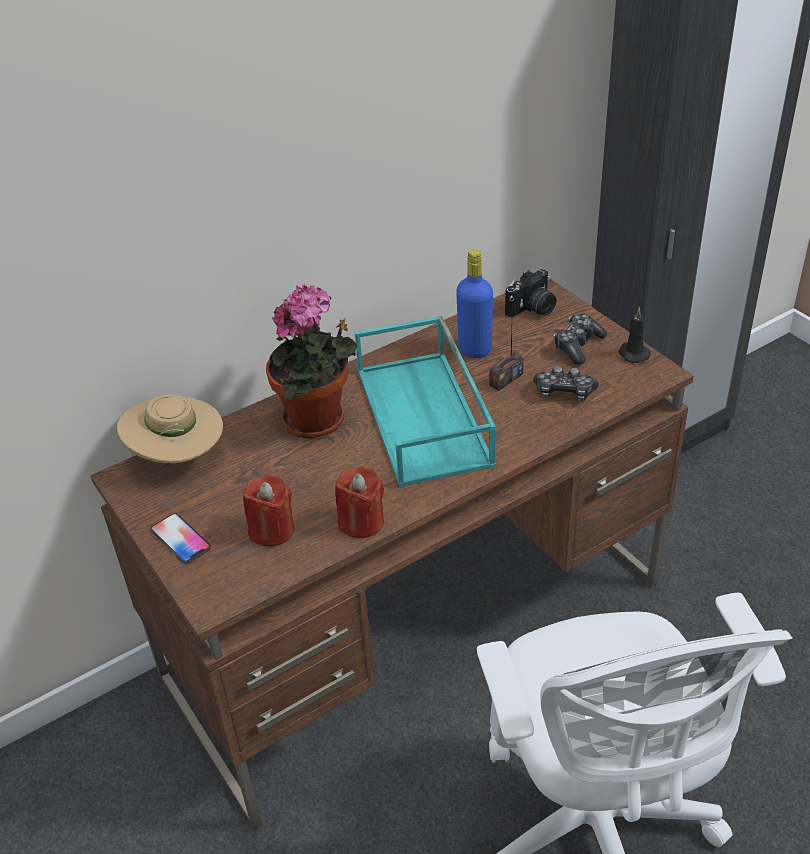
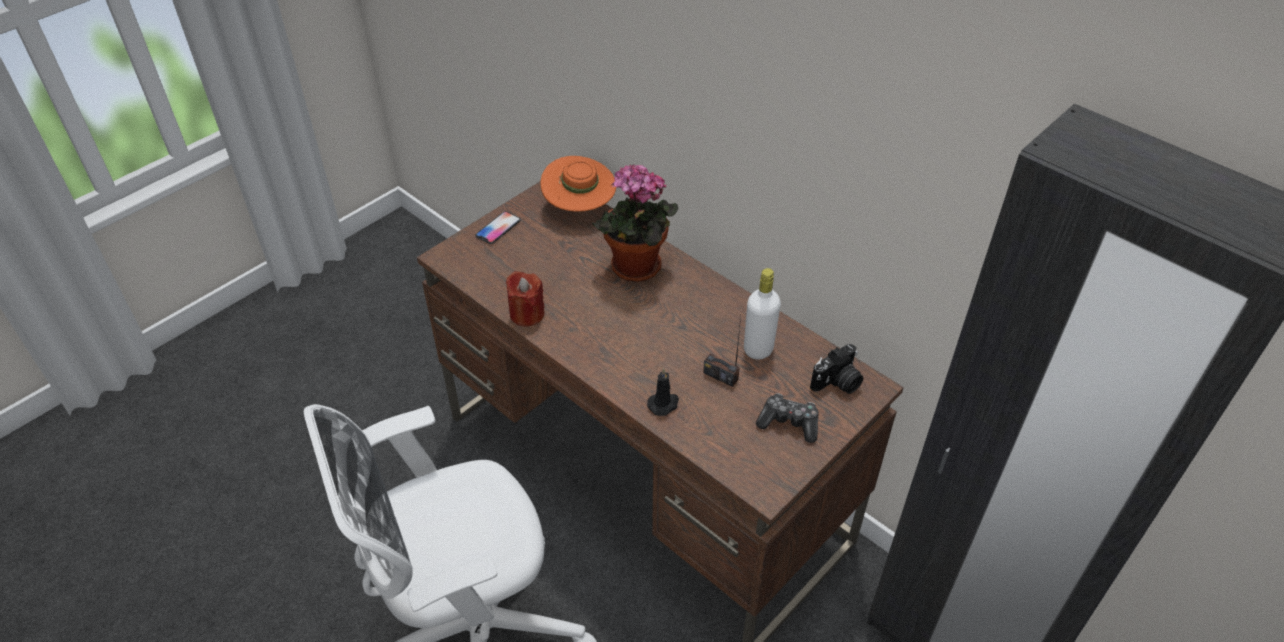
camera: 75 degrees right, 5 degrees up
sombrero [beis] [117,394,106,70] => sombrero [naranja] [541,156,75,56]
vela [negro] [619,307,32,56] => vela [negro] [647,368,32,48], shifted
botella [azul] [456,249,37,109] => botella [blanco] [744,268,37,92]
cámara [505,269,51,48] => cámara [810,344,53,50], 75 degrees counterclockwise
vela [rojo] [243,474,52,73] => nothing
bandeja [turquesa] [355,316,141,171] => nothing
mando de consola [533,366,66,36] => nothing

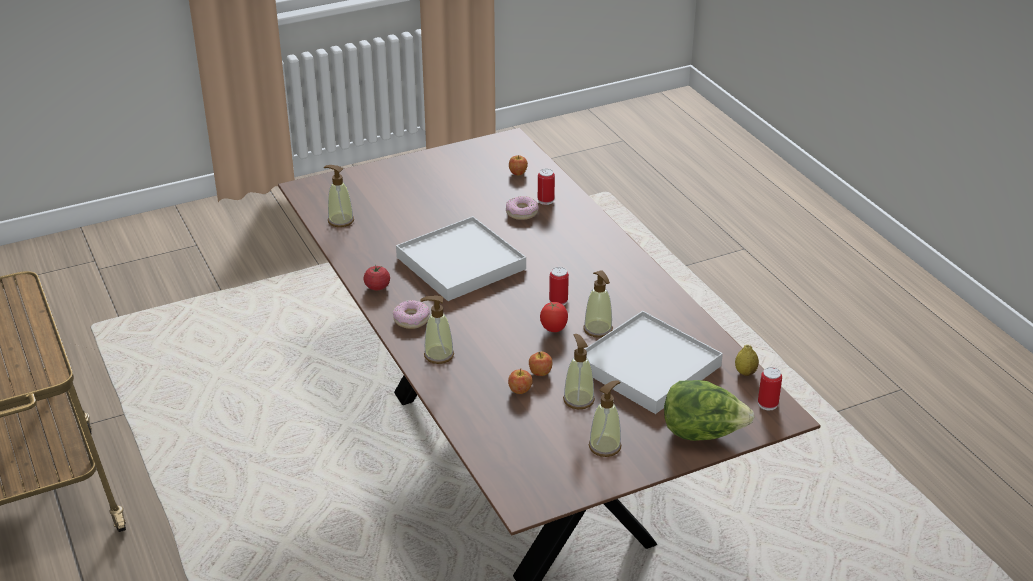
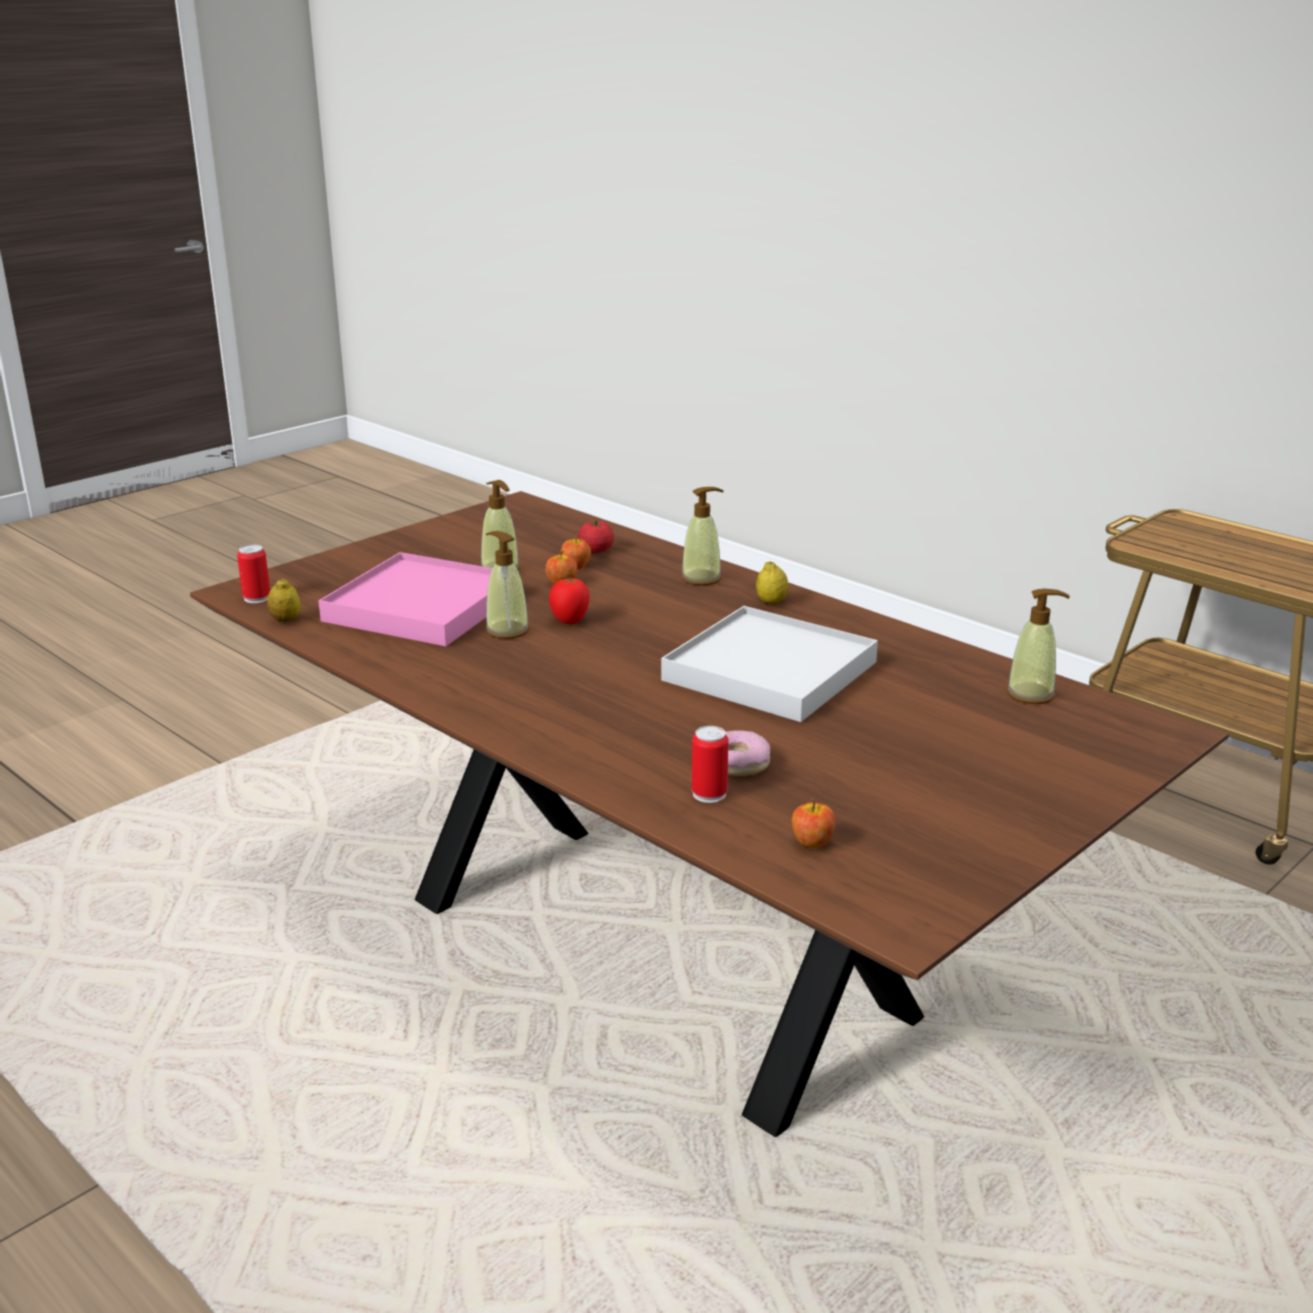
camera: 160 degrees right, 10 degrees down
bandeja [blanco] [585,311,138,103] => bandeja [rosa] [319,552,173,94]
tomate [364,265,26,26] => tomate [578,520,36,33], shifted
rosquilla [393,300,37,29] => limón [756,562,33,42]
lata [549,267,20,38] => nothing
dispensador de jabón [589,380,32,77] => nothing
lechuga [664,380,90,61] => nothing

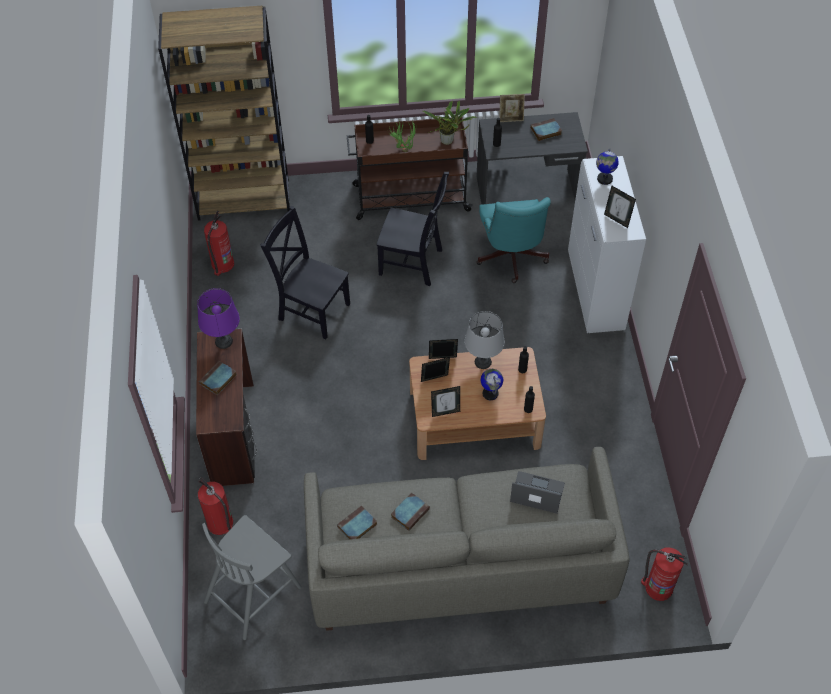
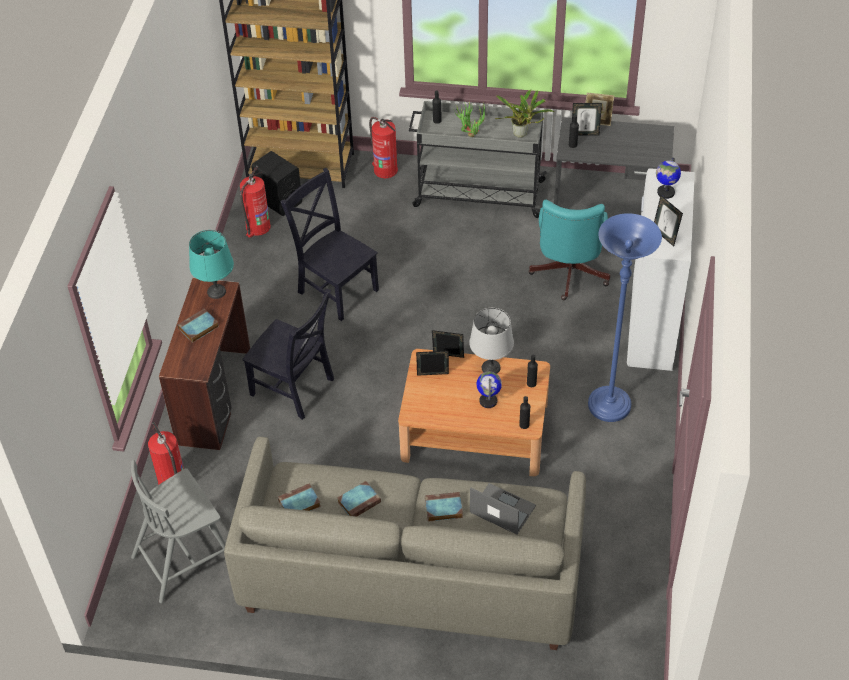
camera: 15 degrees right, 5 degrees down
lámpara de mesa [morado] [197,288,43,61] => lámpara de mesa [turquesa] [189,230,45,69]
silla [negro] [376,172,73,114] => silla [negro] [242,289,92,131], shifted
nothing => altavoz [negro] [251,151,51,65]
extintor [641,547,47,54] => extintor [369,117,29,61], shifted
carrito [marrón] [347,117,126,103] => carrito [gris] [409,101,138,117]
libro [530,118,32,23] => libro [425,492,38,30], shifted
portarretratos [431,386,29,31] => portarretratos [572,103,30,33], shifted
nothing => lámpara de pie [azul] [588,213,74,209]

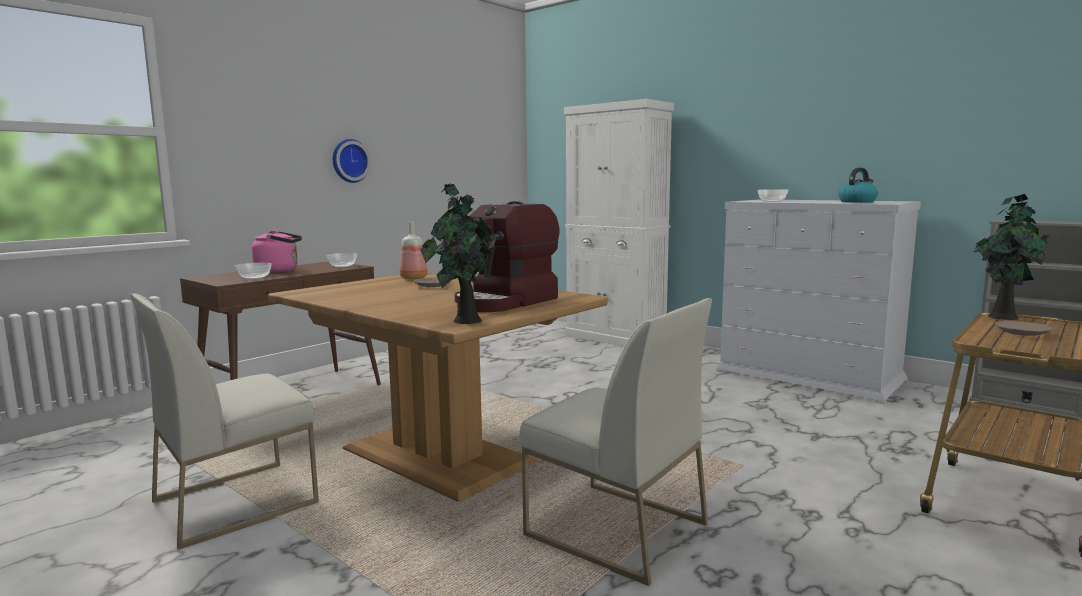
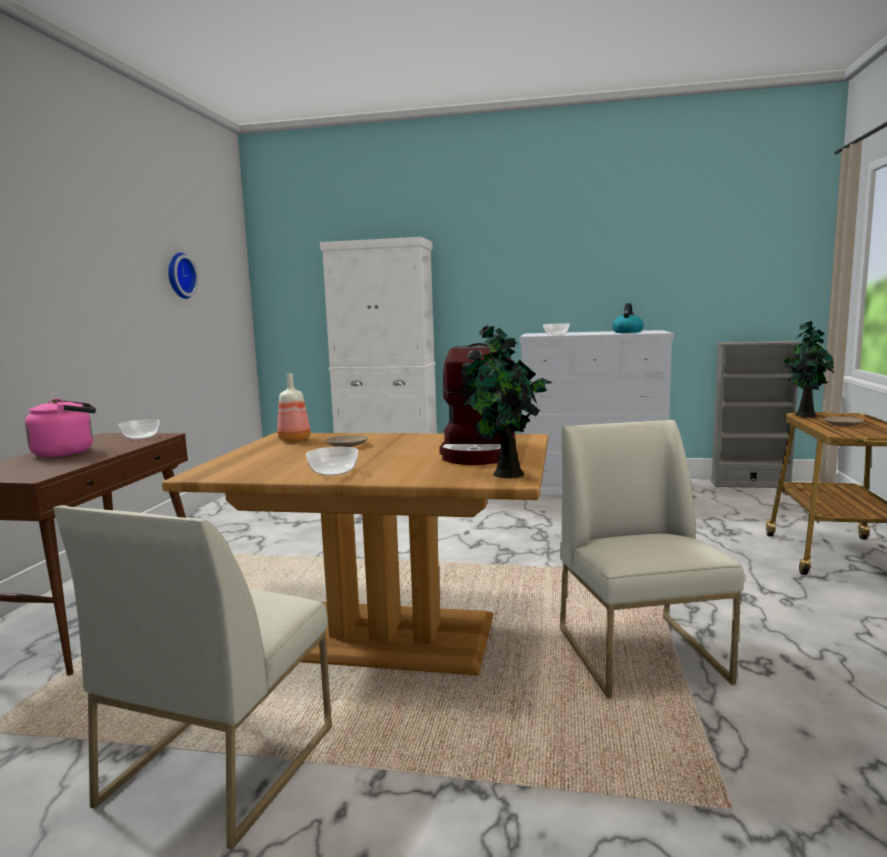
camera: 30 degrees left, 0 degrees up
reloj de pared [332,139,39,44] => reloj de pared [168,252,31,47], shifted
cuenco [236,263,35,16] => cuenco [306,447,52,29], shifted
silla [blanco] [520,298,192,288] => silla [blanco] [560,420,184,278], 105 degrees counterclockwise

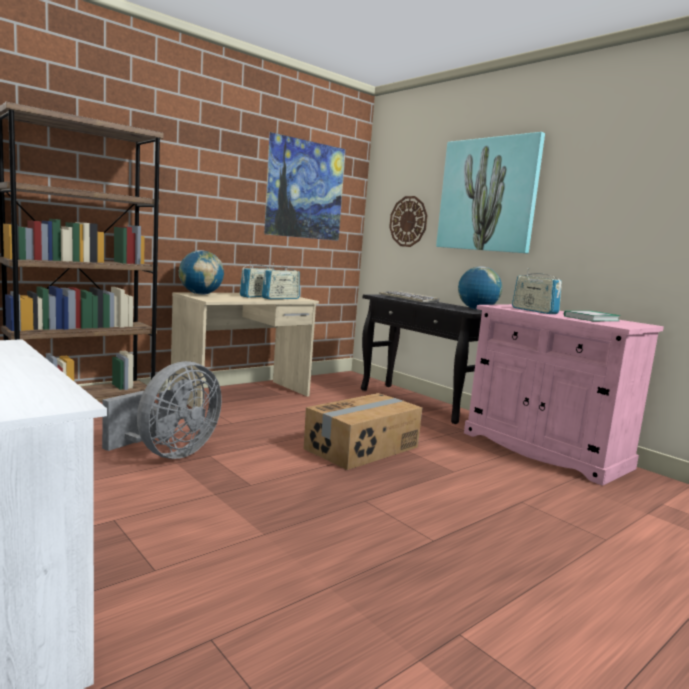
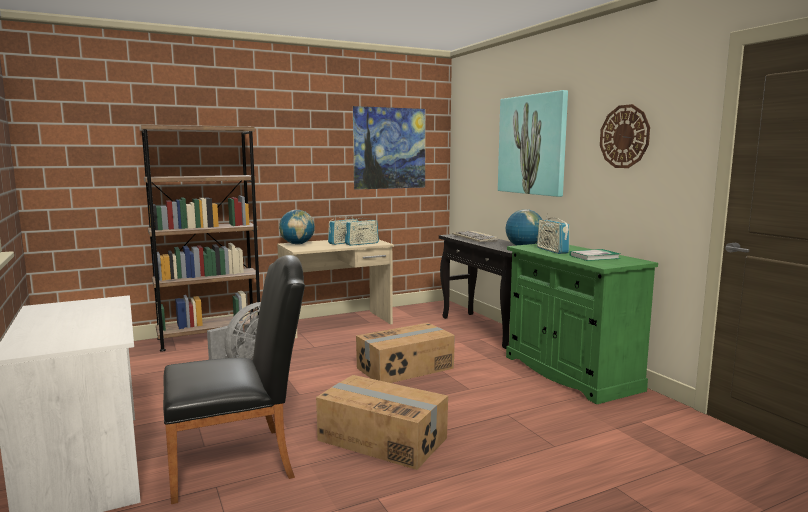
camera: 15 degrees right, 0 degrees up
nothing => silla [negro] [163,255,142,249]
nothing => caja de cartón [316,375,132,95]
armario [rosa] [464,304,200,182] => armario [verde] [506,244,152,160]
reloj de pared [389,196,39,51] => reloj de pared [600,104,50,64], shifted

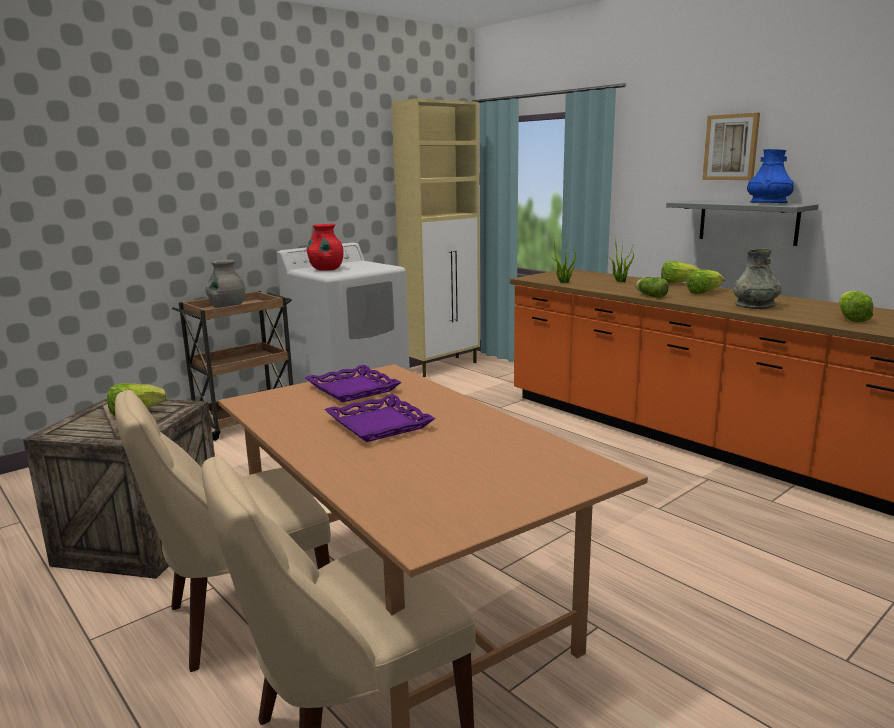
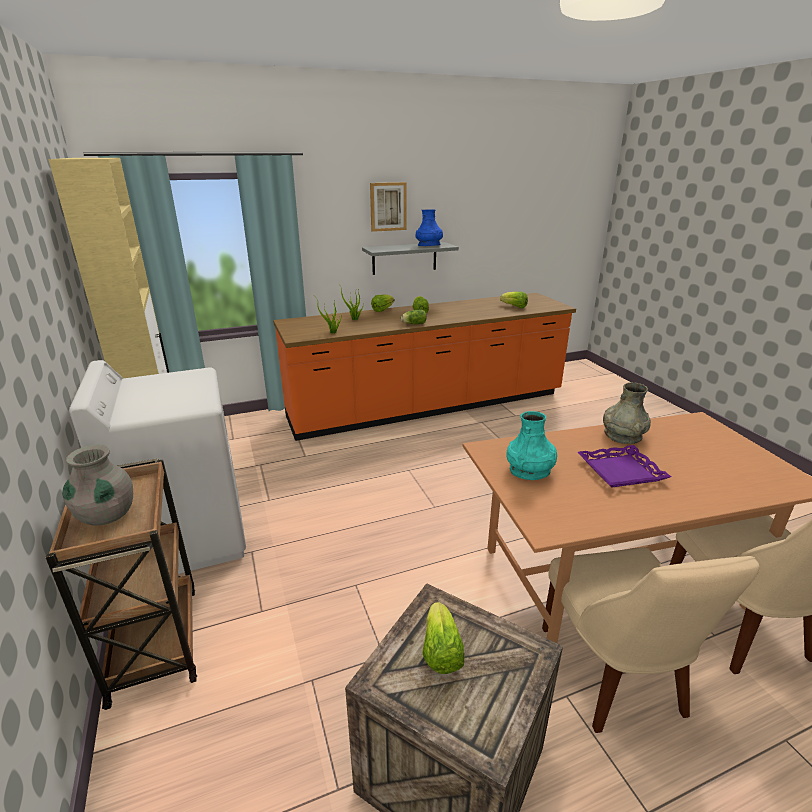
camera: 70 degrees left, 10 degrees up
bandeja [morado] [305,365,97,37] => florero [turquesa] [506,411,51,69]
florero [gris] [733,249,49,60] => florero [gris] [603,382,48,62], shifted
florero [rojo] [307,224,37,47] => nothing

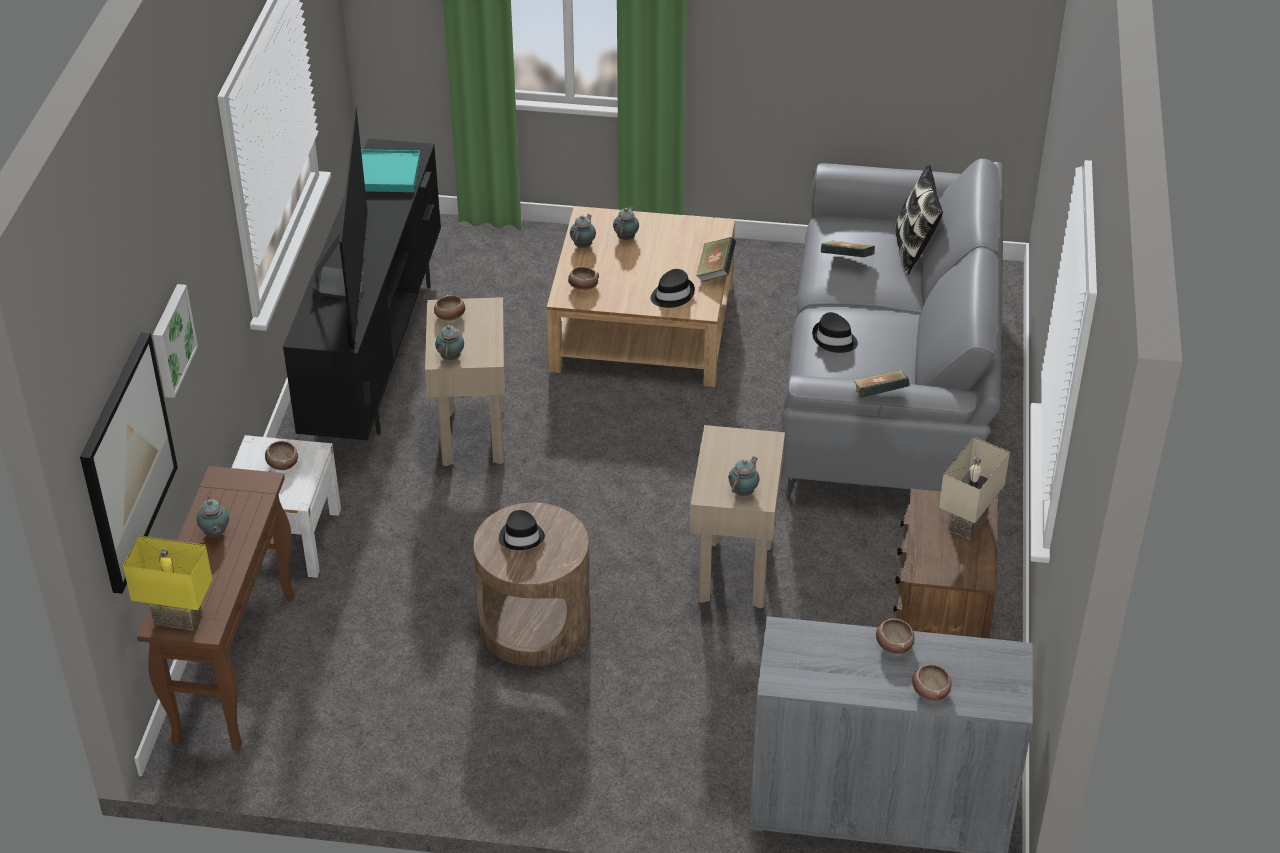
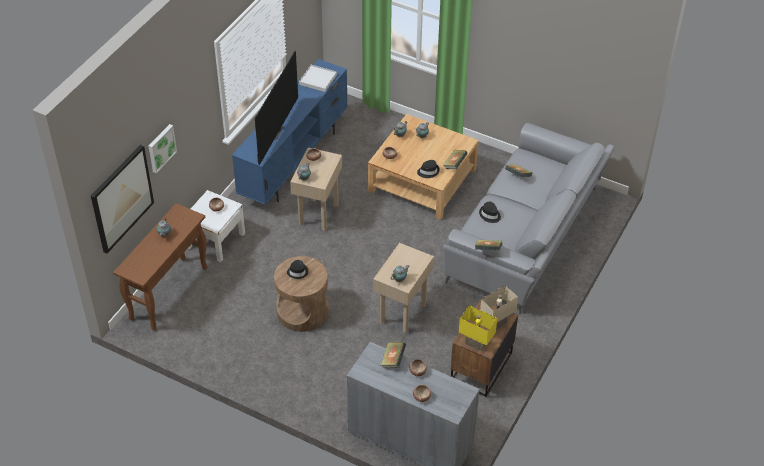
camera: 20 degrees right, 5 degrees up
mueble de televisión [negro] [283,139,158,301] => mueble de televisión [azul] [232,59,116,146]
bandeja [turquesa] [361,150,59,42] => bandeja [blanco] [299,65,38,27]
nothing => libro [381,342,25,26]
lámpara de mesa [amarillo] [123,536,89,94] => lámpara de mesa [amarillo] [459,305,38,47], shifted
cojín [894,165,49,110] => nothing

